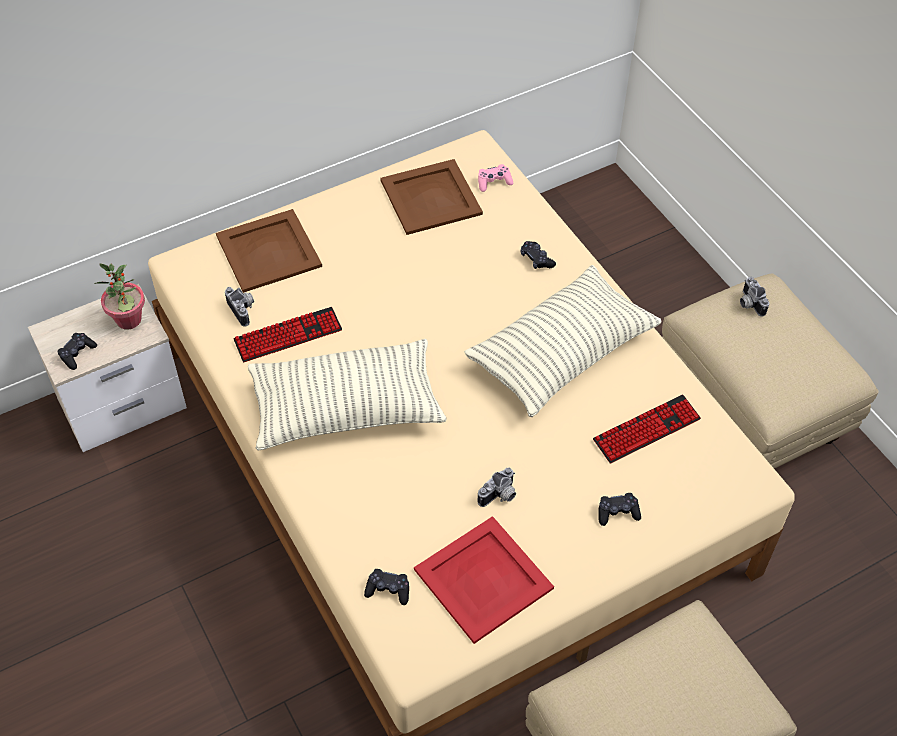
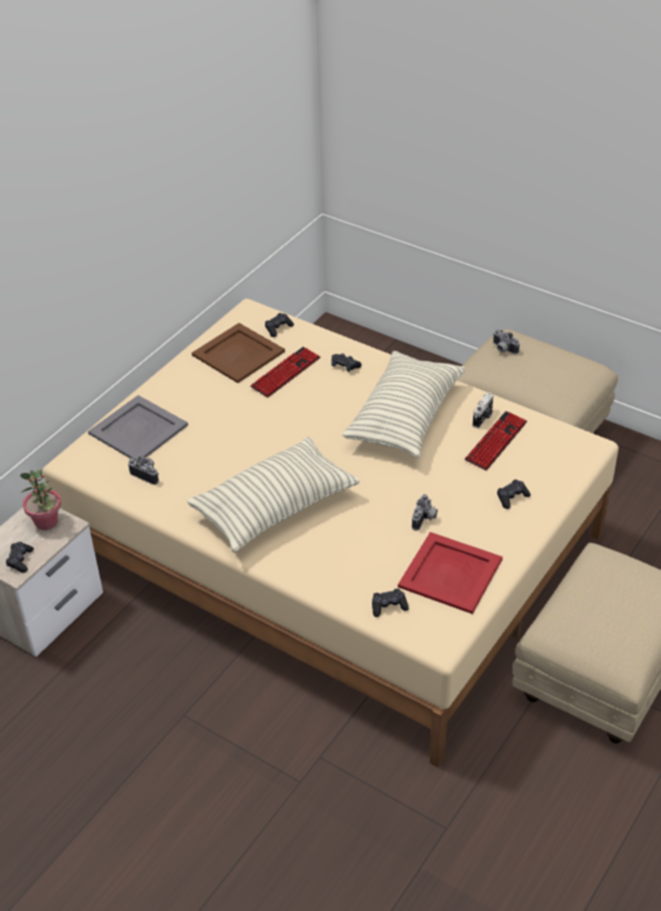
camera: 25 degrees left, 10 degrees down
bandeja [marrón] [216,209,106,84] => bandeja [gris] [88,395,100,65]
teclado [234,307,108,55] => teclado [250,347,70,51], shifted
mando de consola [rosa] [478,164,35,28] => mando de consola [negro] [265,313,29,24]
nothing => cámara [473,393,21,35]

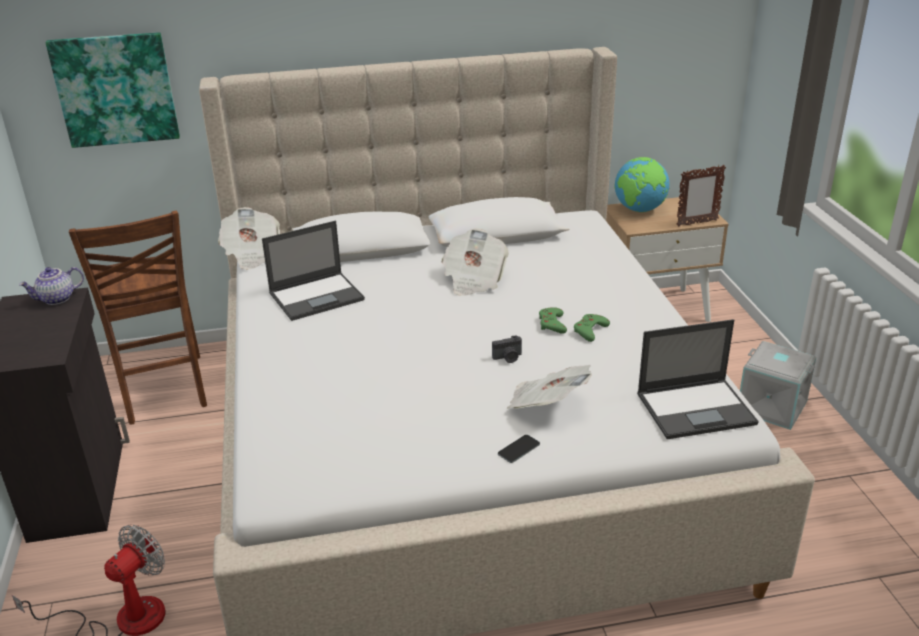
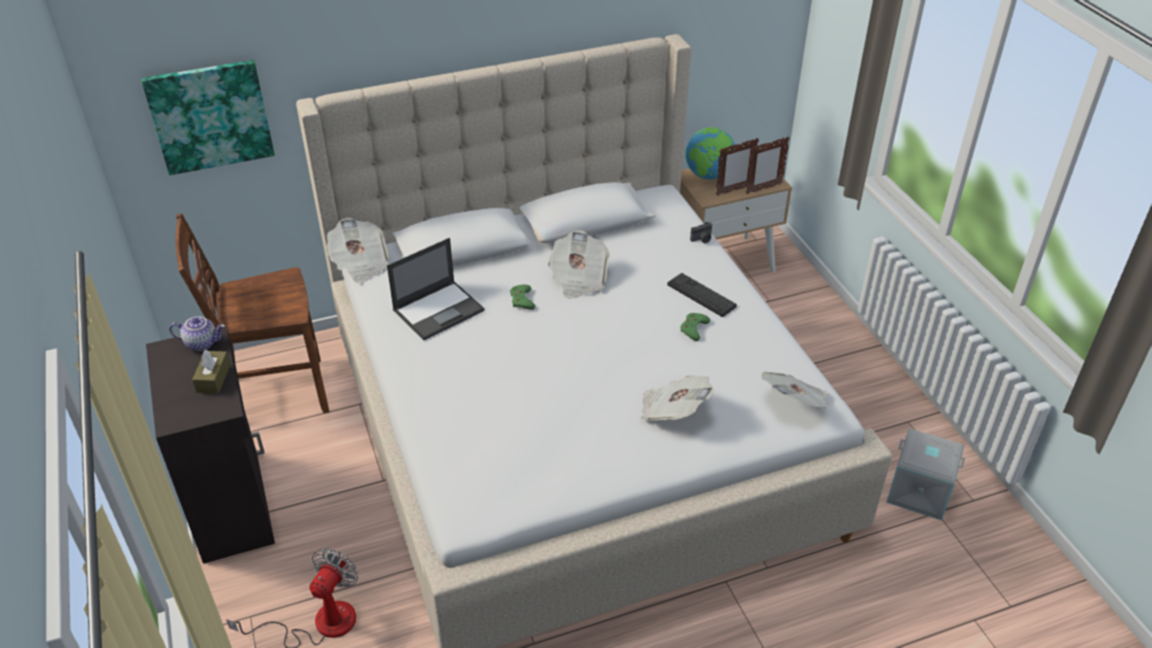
camera: 10 degrees left, 10 degrees up
tetera [19,267,65,38] => tetera [169,316,56,35], 135 degrees counterclockwise
silla [marrón] [69,211,138,213] => silla [marrón] [175,213,154,200], 105 degrees clockwise
nothing => caja de pañuelos [marrón] [192,350,39,44]
mando de consola [verde] [539,307,28,27] => mando de consola [verde] [510,284,25,26], shifted
nothing => teclado [667,273,70,44]
cámara [492,335,30,28] => cámara [690,222,22,21], shifted
nothing => portarretratos [716,138,43,58]
portátil [637,319,122,120] => periódico [762,372,67,37]
caja de almacenaje [gris] [740,341,76,89] => caja de almacenaje [gris] [886,428,79,92], shifted
móvil [498,435,42,28] => nothing

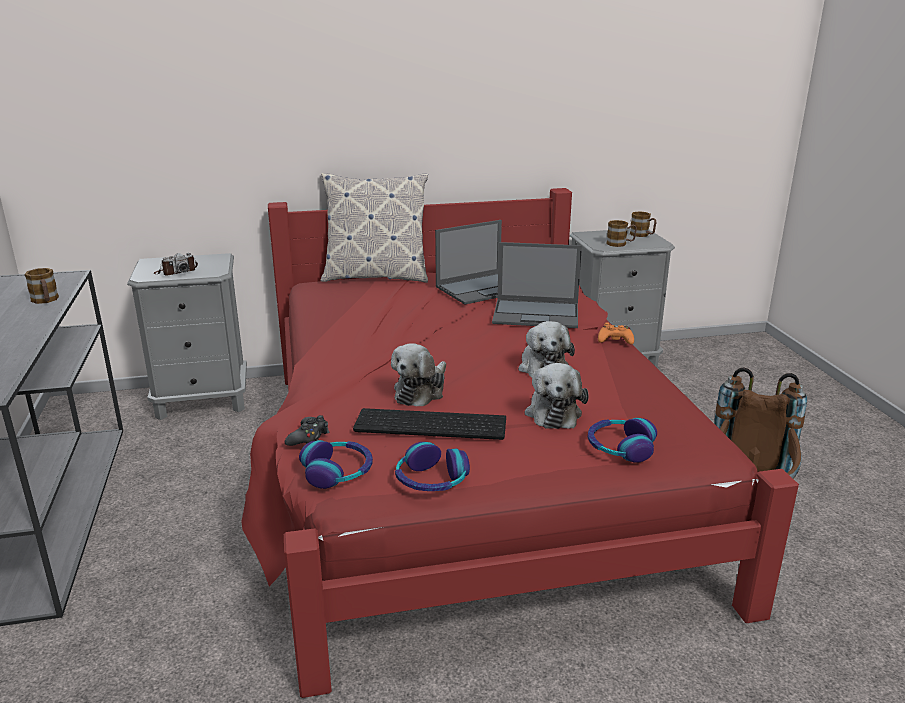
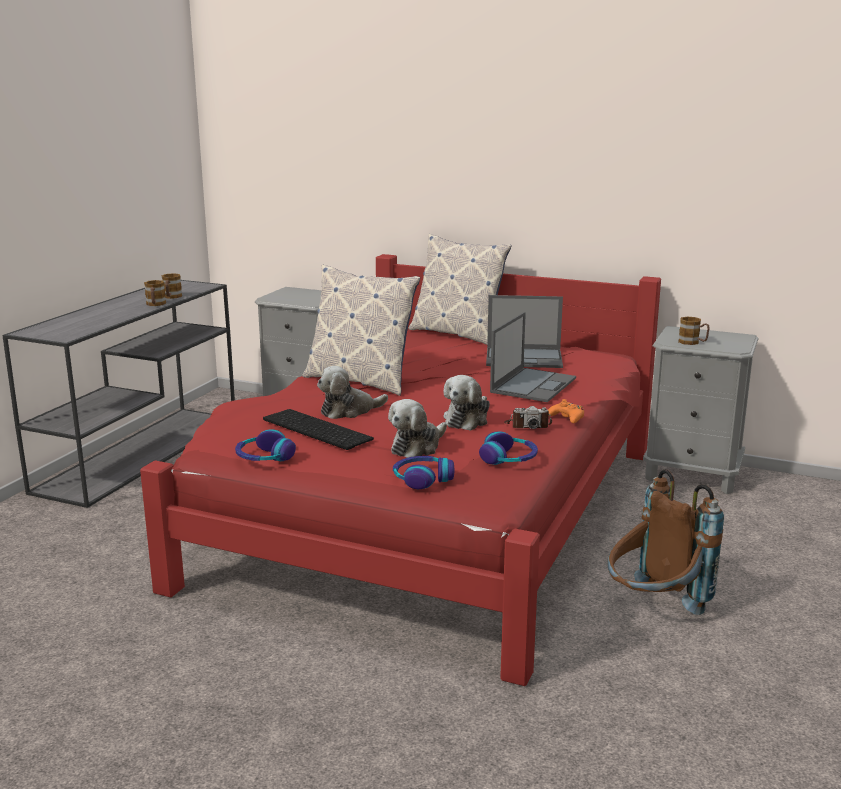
camera: 35 degrees right, 5 degrees down
taza grande [630,211,26,26] => taza grande [144,280,22,26], shifted
nothing => cojín [302,265,118,131]
auriculares [299,440,74,49] => auriculares [479,431,59,34], shifted
portátil [492,242,90,86] => portátil [490,312,86,90], 105 degrees counterclockwise
cámara [154,253,44,23] => cámara [504,406,48,23], shifted
mando de consola [negro] [285,415,45,31] => nothing

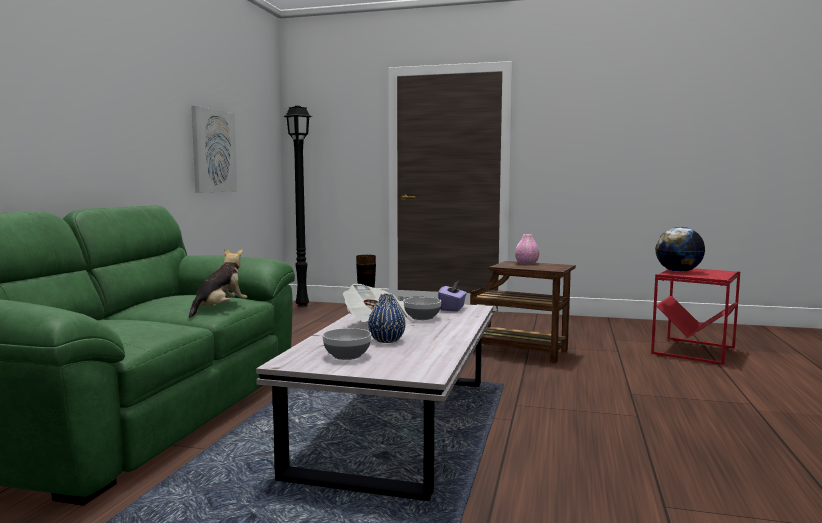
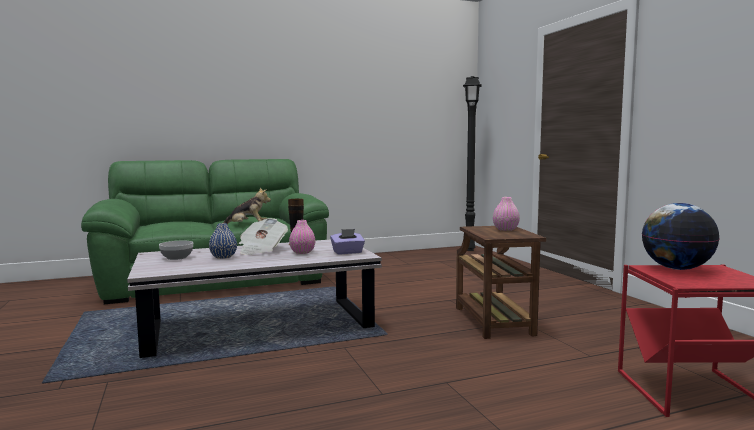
camera: 55 degrees right, 0 degrees up
cuenco [404,297,37,23] => florero [rosa] [289,220,26,34]
cuadro [191,106,46,86] => nothing

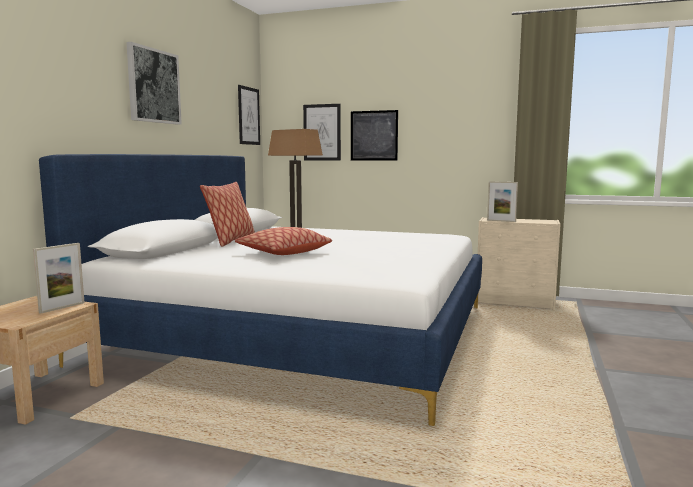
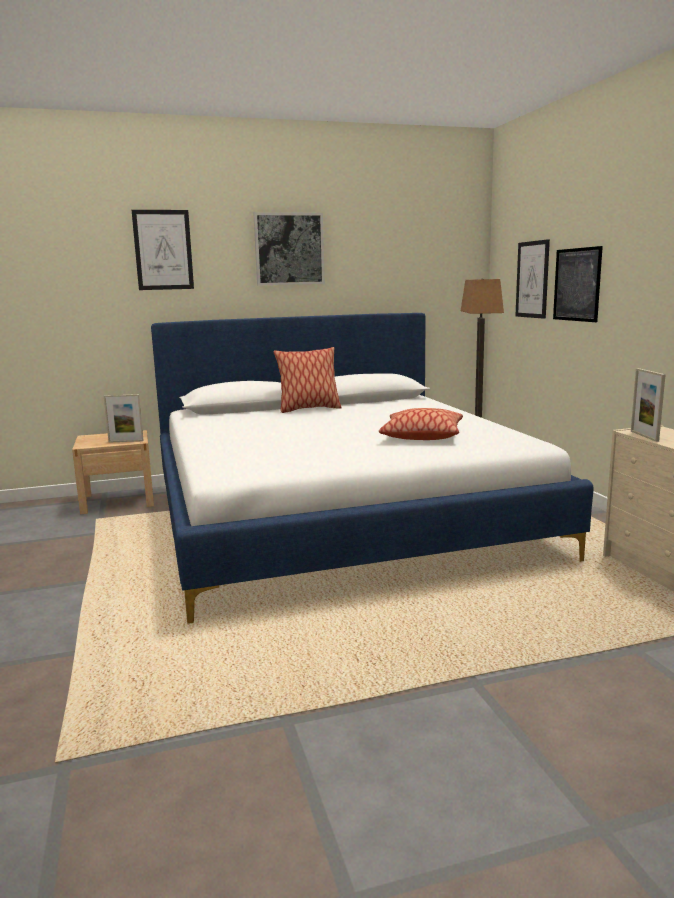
camera: 55 degrees right, 5 degrees up
cuadro [238,85,22,60] => cuadro [132,210,62,80], shifted
cojín [235,227,97,28] => cojín [379,408,84,32], shifted

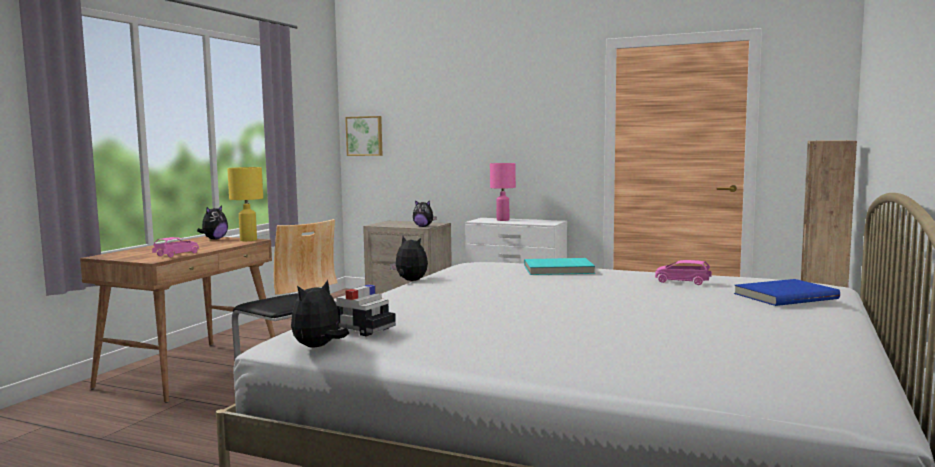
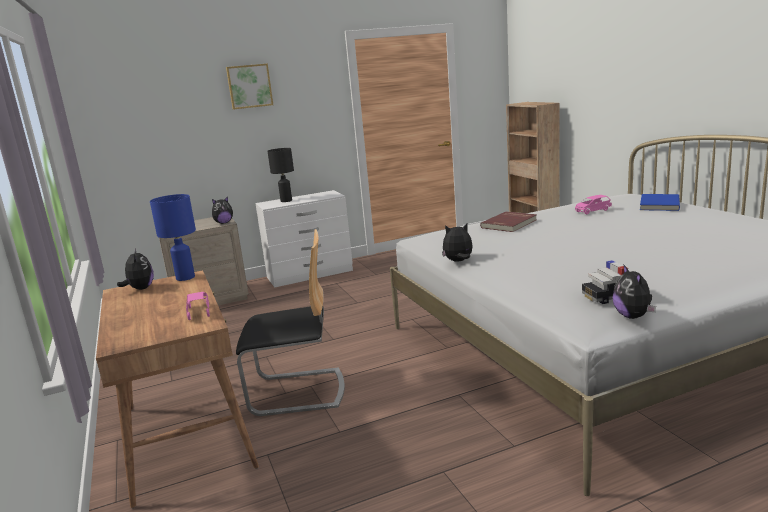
camera: 45 degrees left, 10 degrees up
lámpara de mesa [amarillo] [227,167,36,74] => lámpara de mesa [azul] [150,194,46,87]
cuadro [345,116,38,40] => cuadro [226,64,47,46], shifted
lámpara de mesa [rosa] [490,163,26,58] => lámpara de mesa [negro] [267,148,27,54]
libro [turquesa] [524,258,71,17] => libro [rojo] [480,211,57,21]

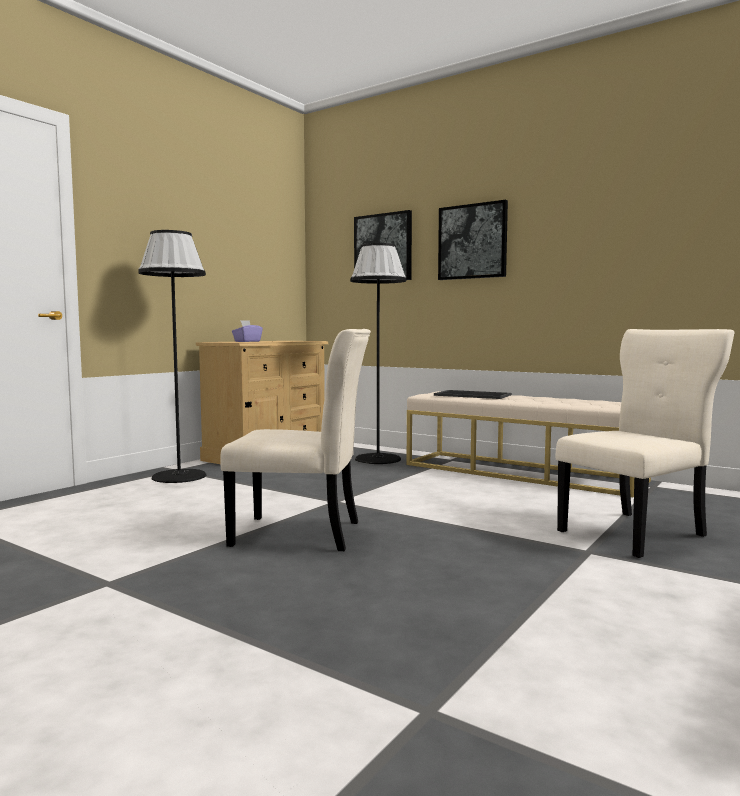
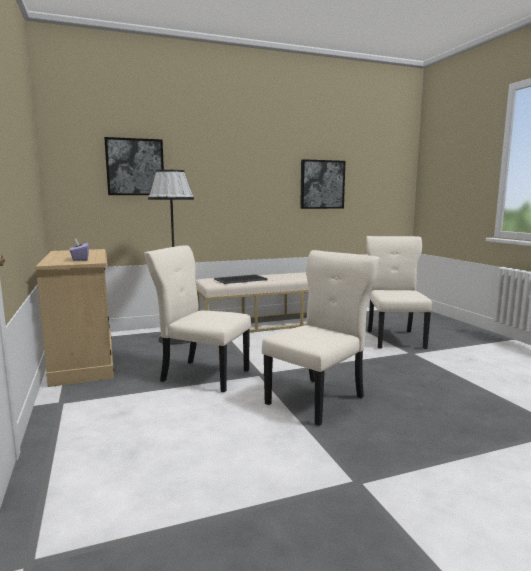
camera: 55 degrees left, 5 degrees up
nothing => silla [beis] [144,245,107,147]
cuadro [438,200,70,80] => cuadro [300,159,45,50], shifted
lámpara de pie [negro] [138,230,68,253] => nothing

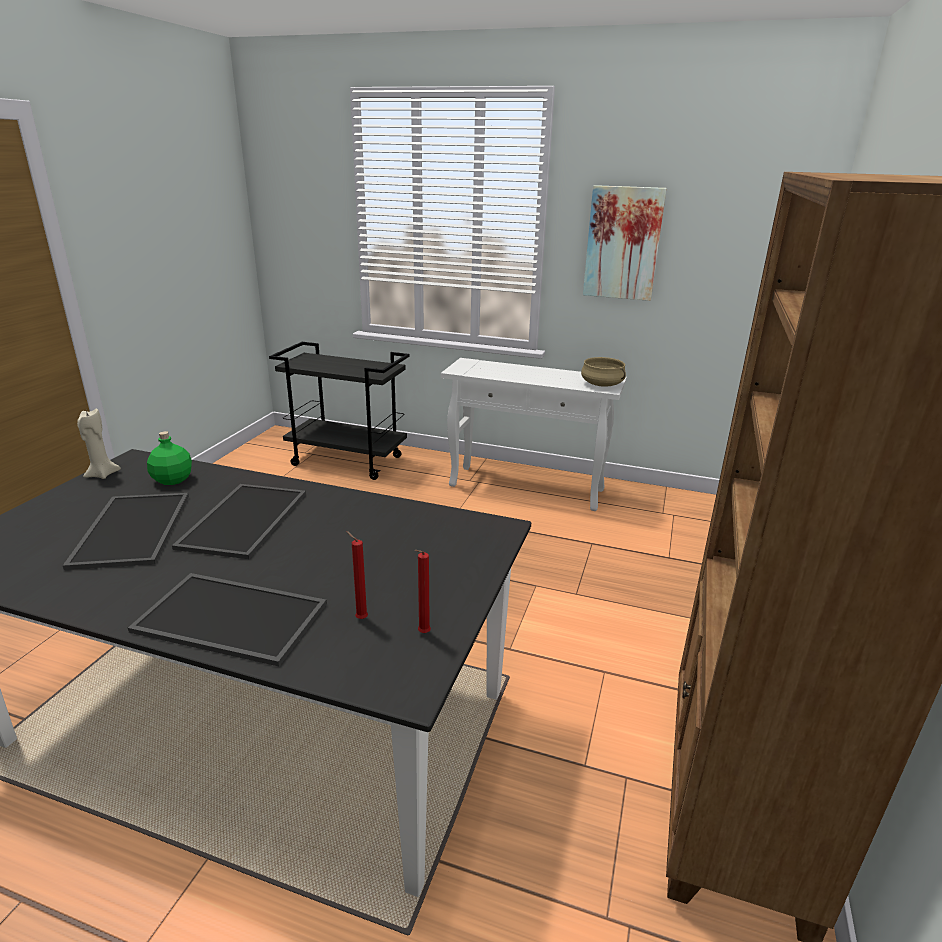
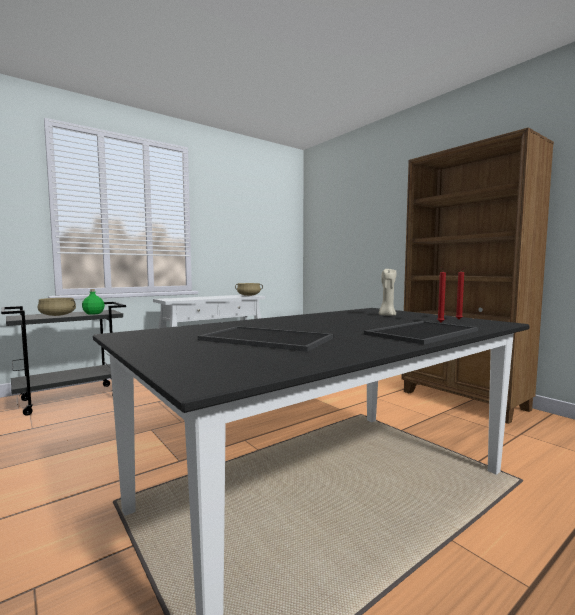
camera: 55 degrees left, 20 degrees down
nothing => olla [beis] [37,298,39,18]
botella [verde] [147,431,45,54] => botella [verde] [82,289,23,26], shifted
vela [beis] [77,408,44,71] => vela [beis] [379,269,17,47], shifted
bandeja [172,484,134,75] => nothing
cuadro [583,185,84,116] => nothing

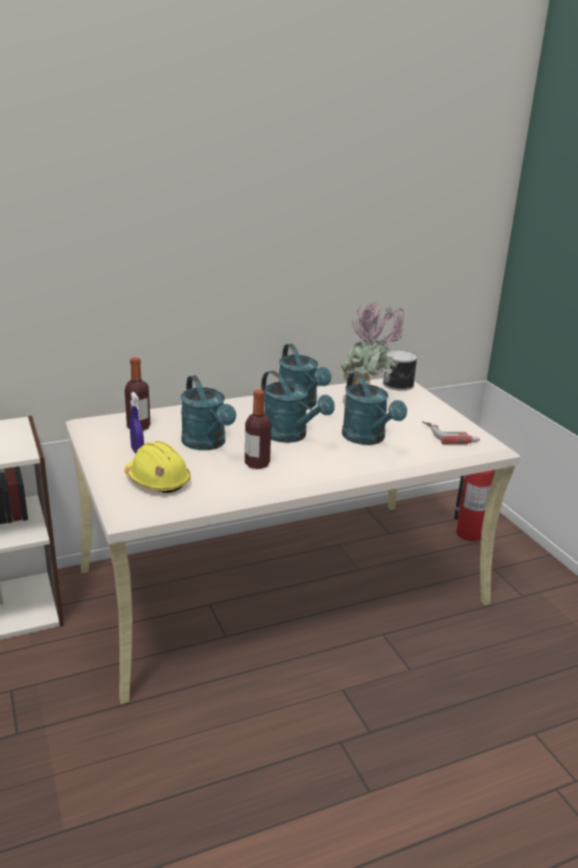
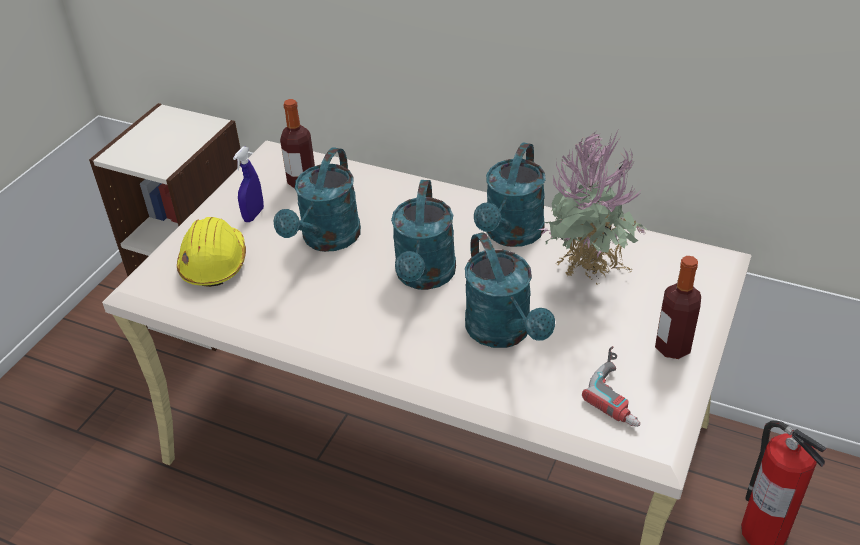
camera: 50 degrees right, 15 degrees up
regadera [turquesa] [342,372,65,73] => regadera [turquesa] [465,232,90,116], 45 degrees counterclockwise
botella [245,390,26,79] => botella [655,256,46,103], shifted
lata [383,350,35,41] => nothing

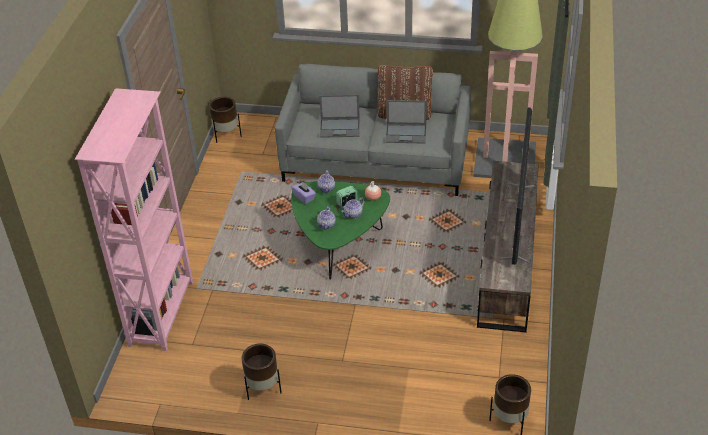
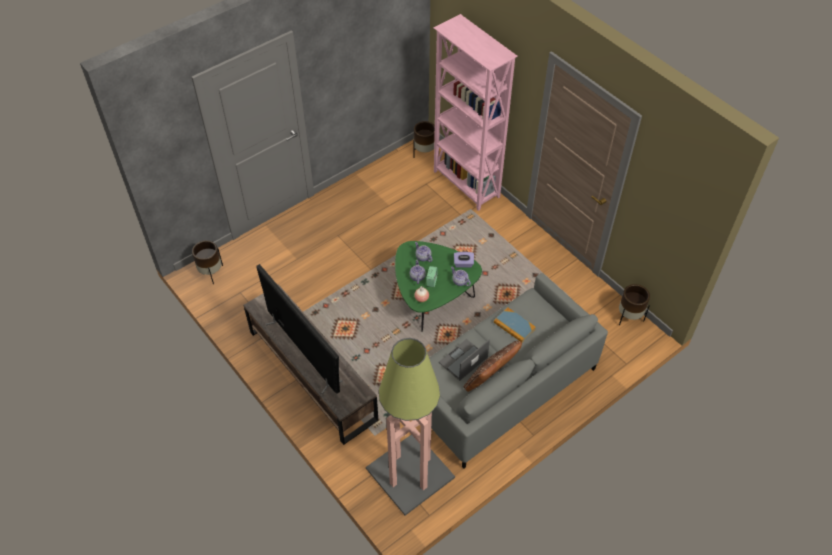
camera: 130 degrees right, 10 degrees up
maceta [marrón] [242,344,40,56] => maceta [marrón] [413,121,22,37], shifted
portátil [319,94,41,44] => libro [494,307,42,35]

